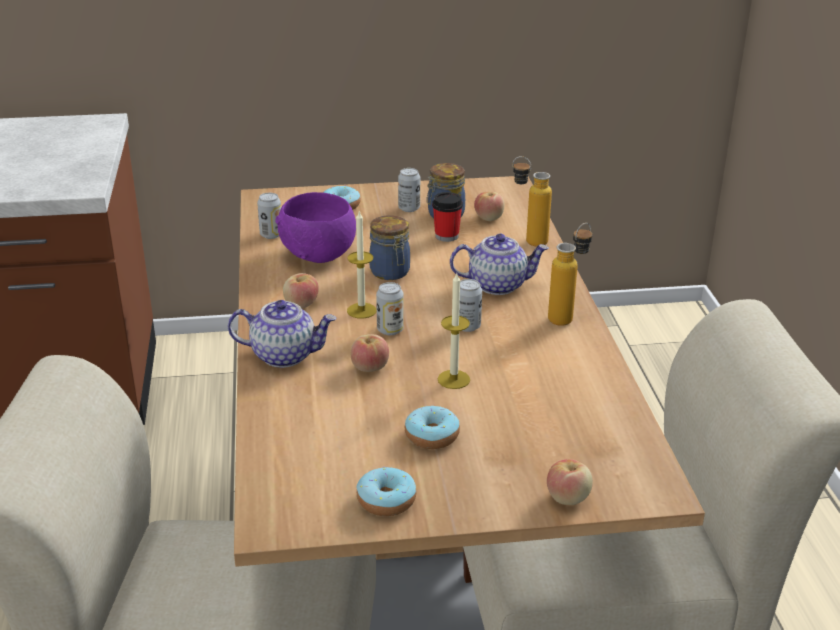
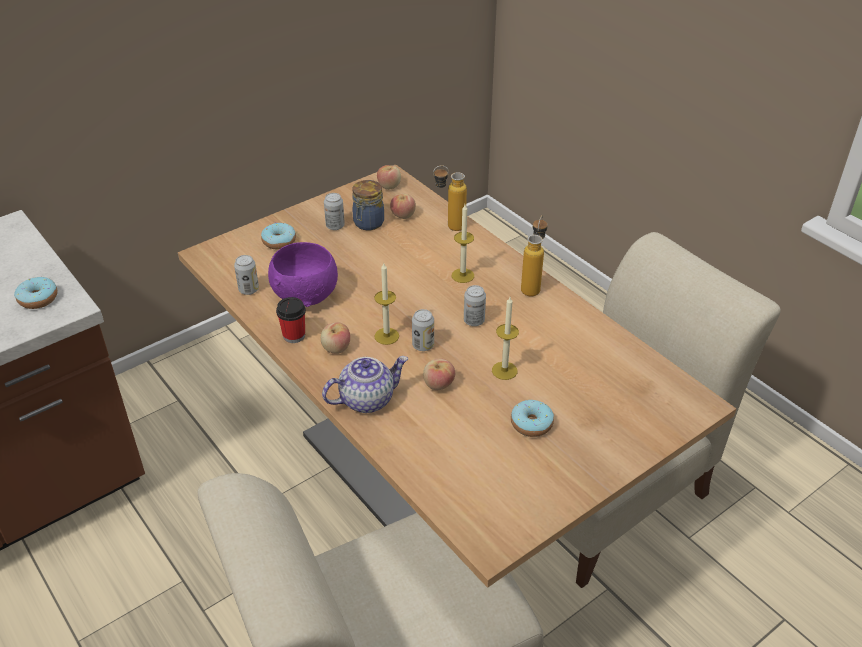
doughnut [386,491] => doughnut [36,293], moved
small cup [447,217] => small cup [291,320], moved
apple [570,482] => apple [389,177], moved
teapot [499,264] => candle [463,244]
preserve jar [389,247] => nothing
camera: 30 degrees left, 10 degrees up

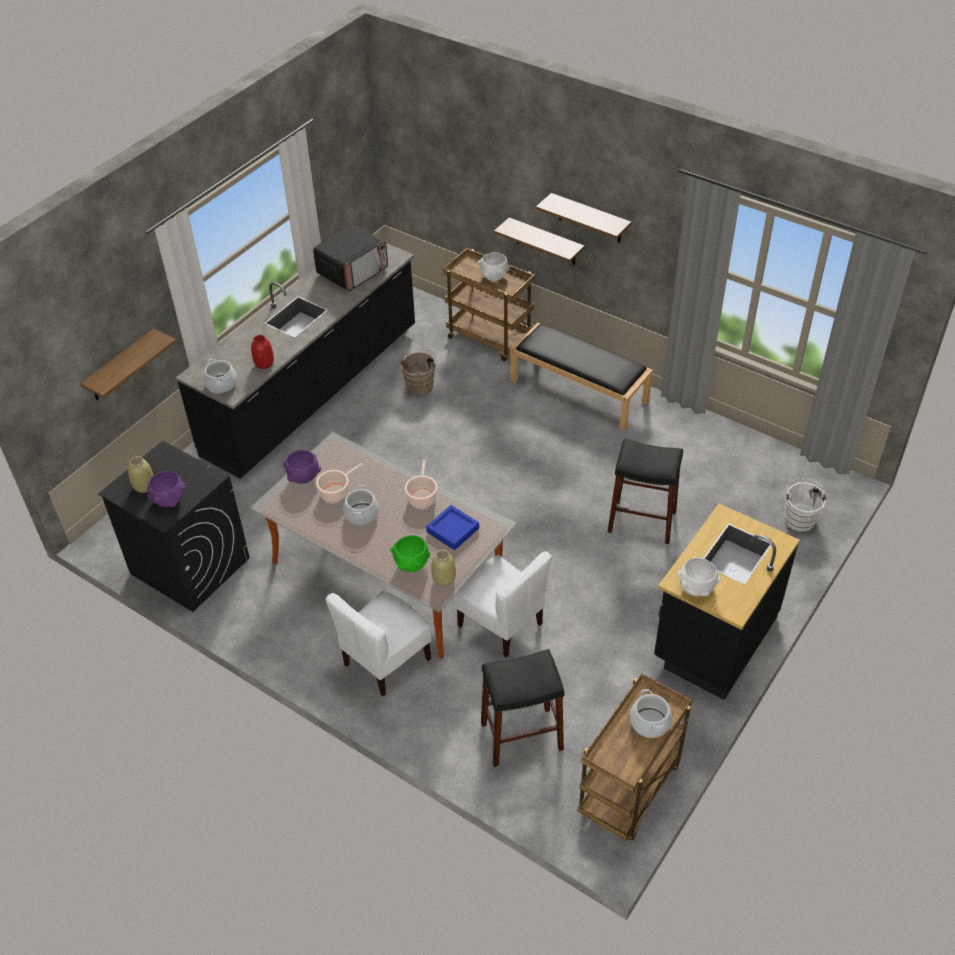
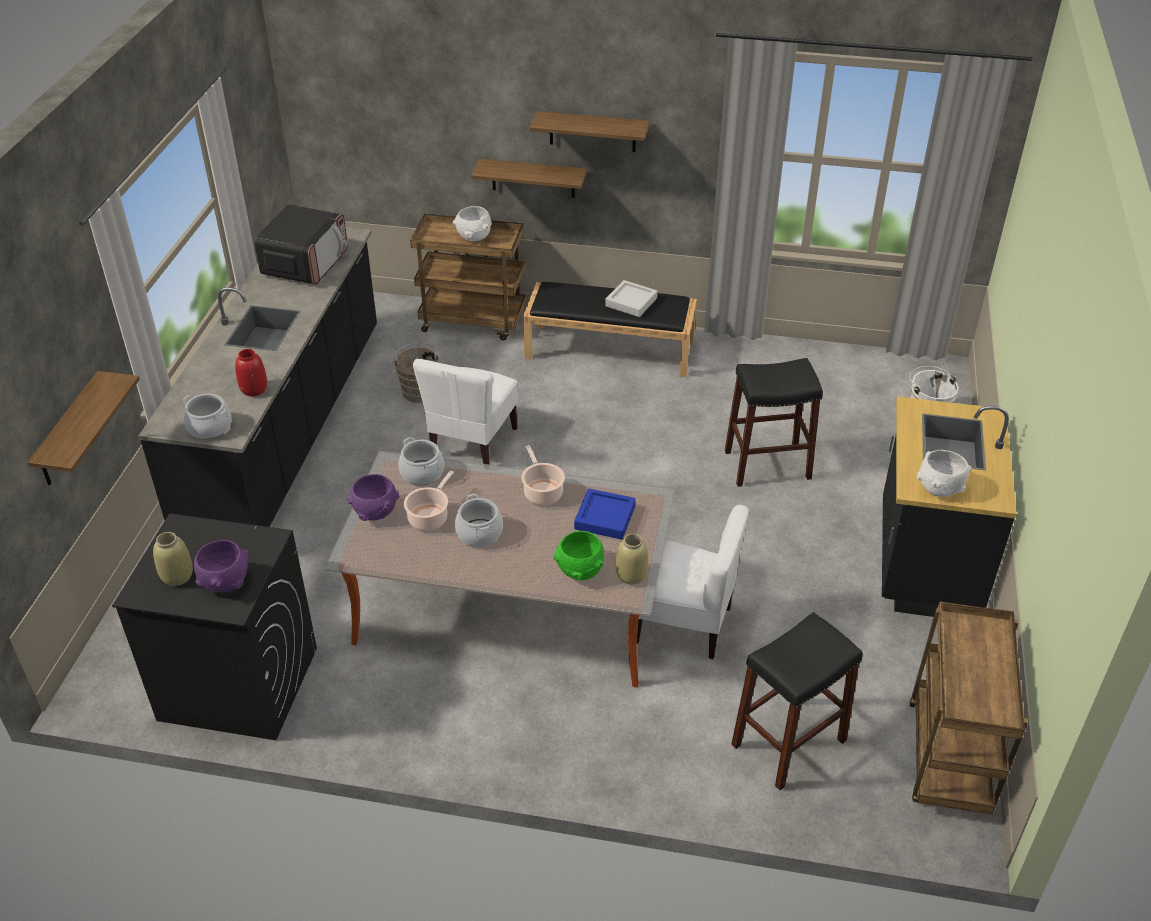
cooking pot [651,713] => cooking pot [421,461], moved
white chair [378,643] => white chair [465,411], moved
nothing => grey serving tray [631,298]
camera: 25 degrees left, 5 degrees down

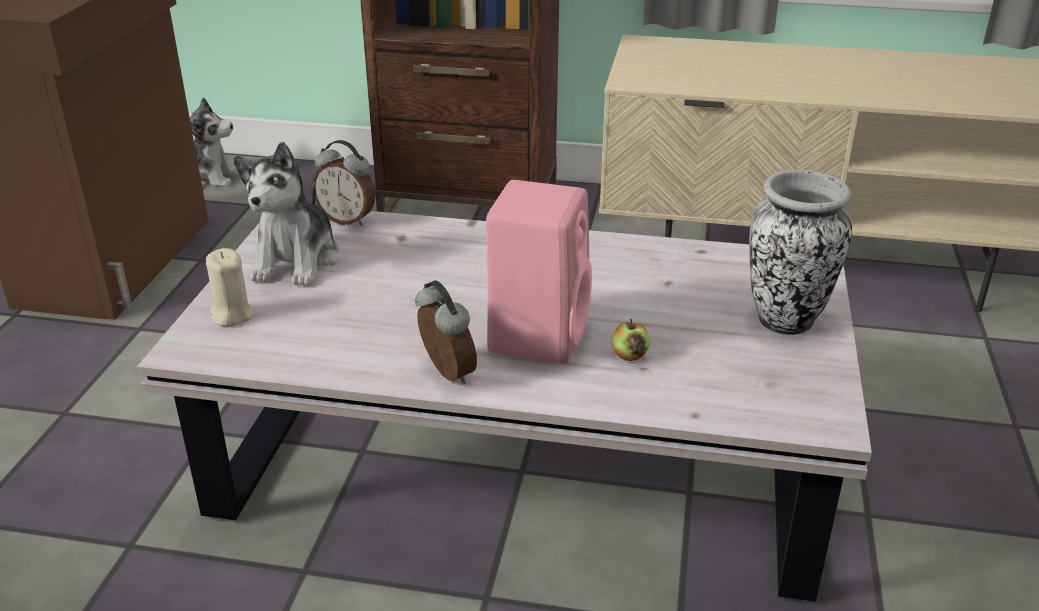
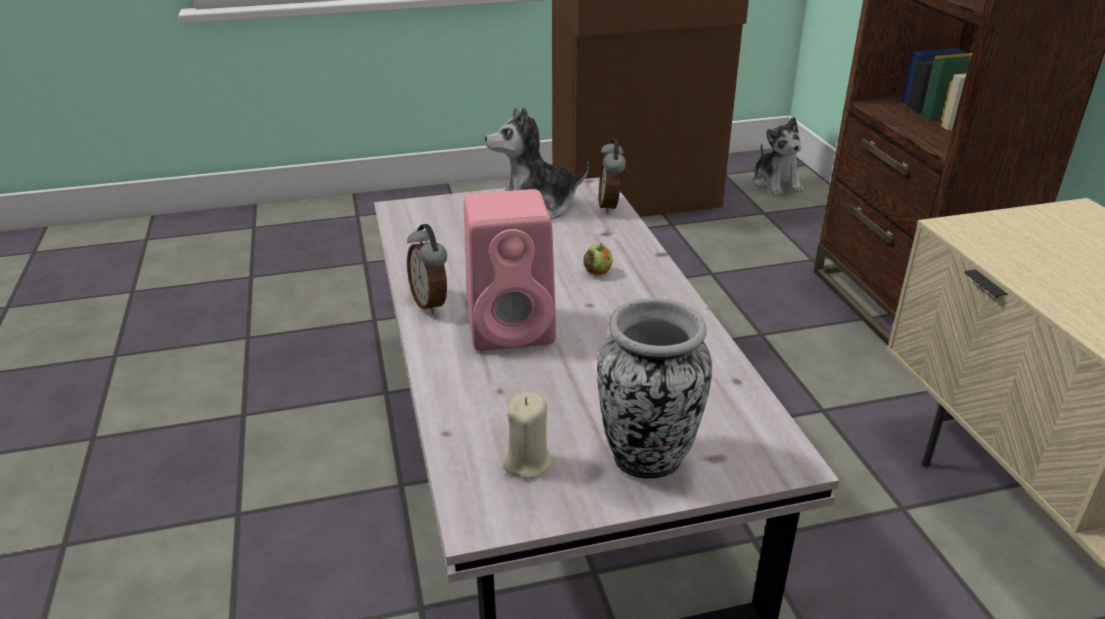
table clock [446,332] => table clock [427,269], 120 degrees clockwise
beige-coloured candle [229,287] => beige-coloured candle [527,435], moved
apple [630,340] => apple [598,259], moved
camera: 65 degrees right, 0 degrees up

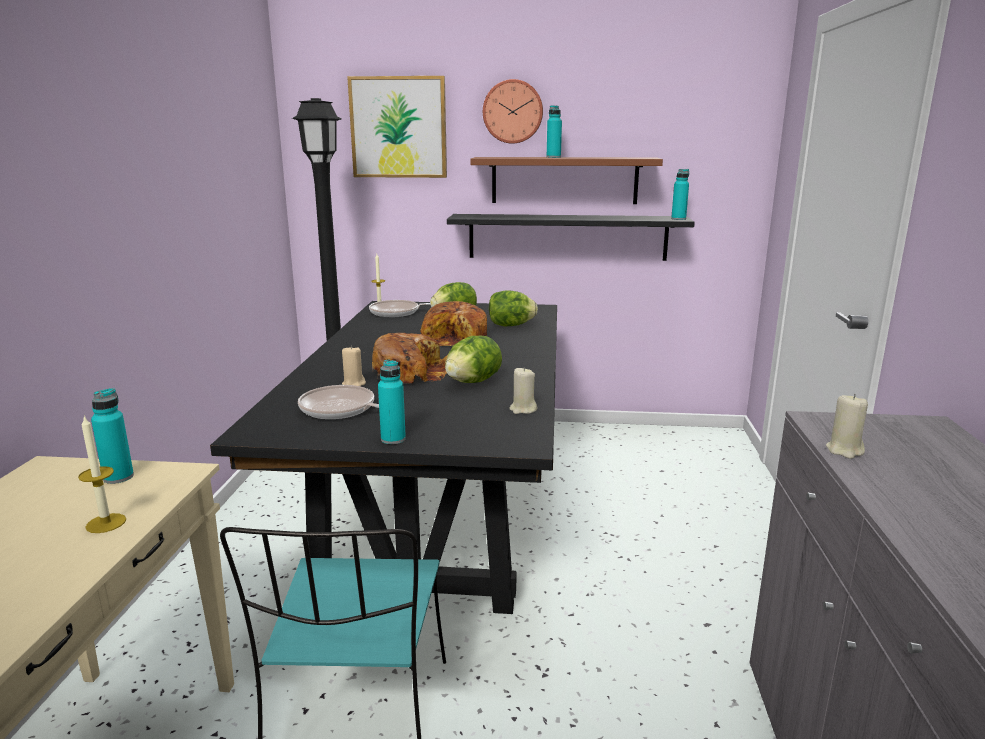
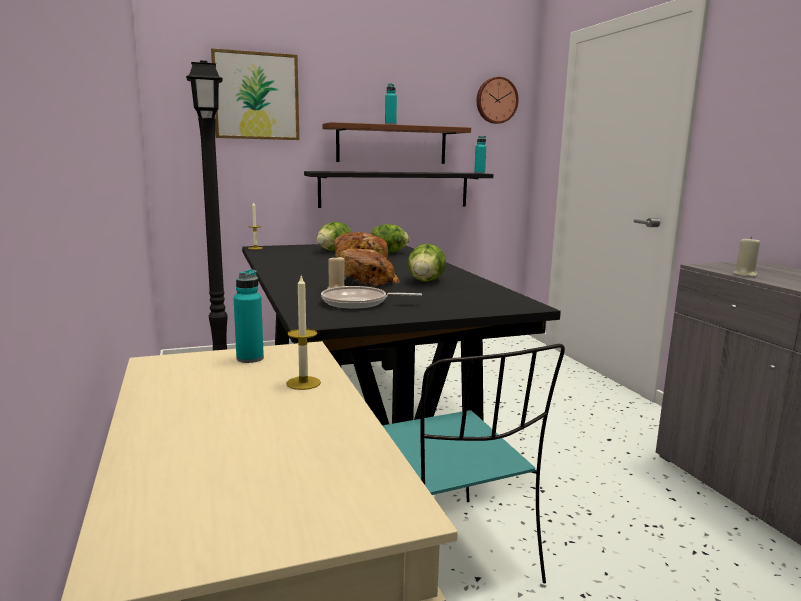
hanging clock [513,111] => hanging clock [497,100], moved
skillet [399,308] => nothing
blue-green beverage bottle [392,401] => nothing
beige-coloured candle [523,390] => nothing
camera: 25 degrees left, 5 degrees down

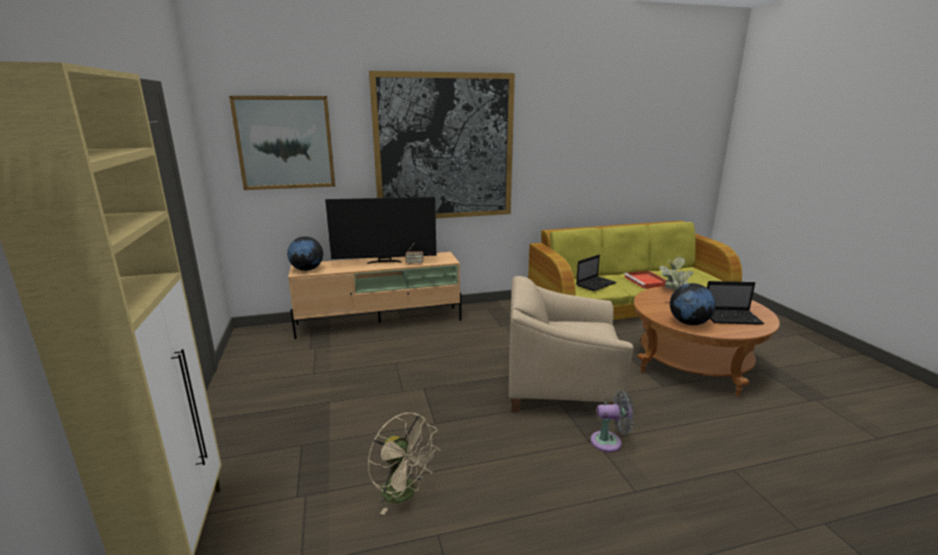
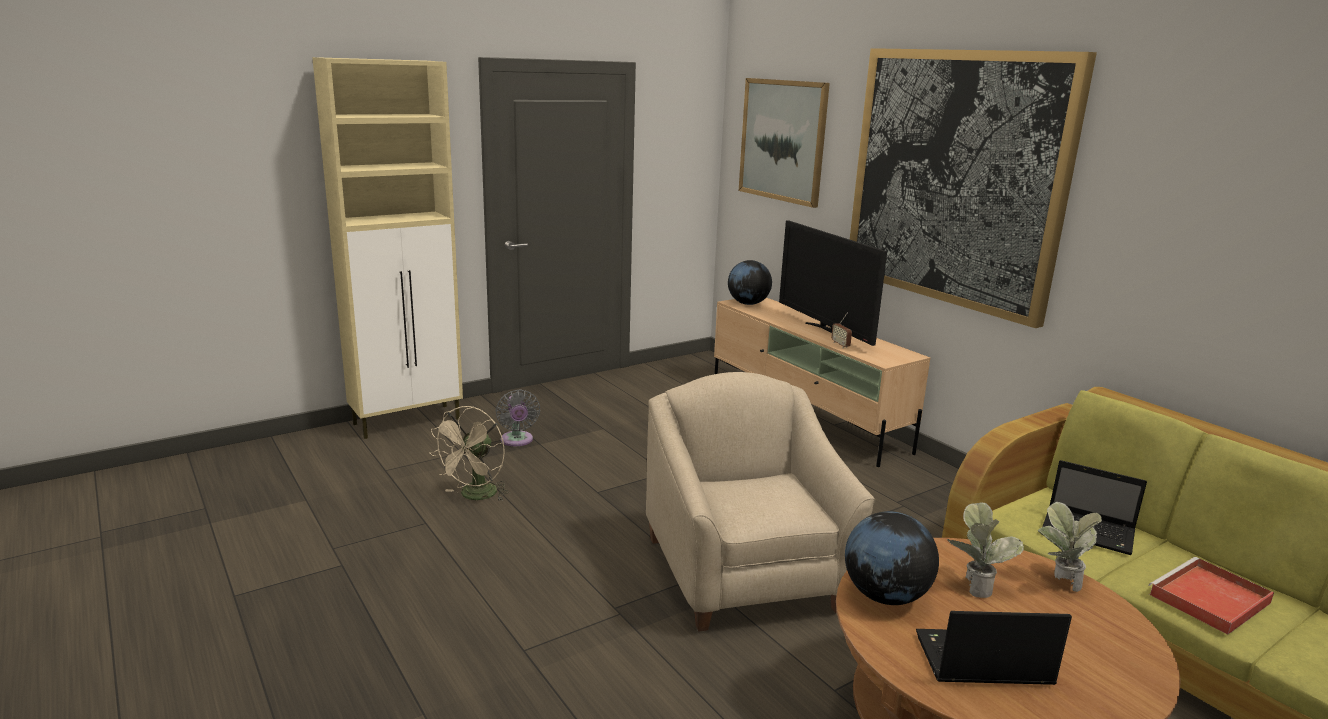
grey electric fan [612,421] => grey electric fan [518,418], moved
notebook computer [735,303] => notebook computer [994,648], 105 degrees clockwise
camera: 70 degrees right, 0 degrees up

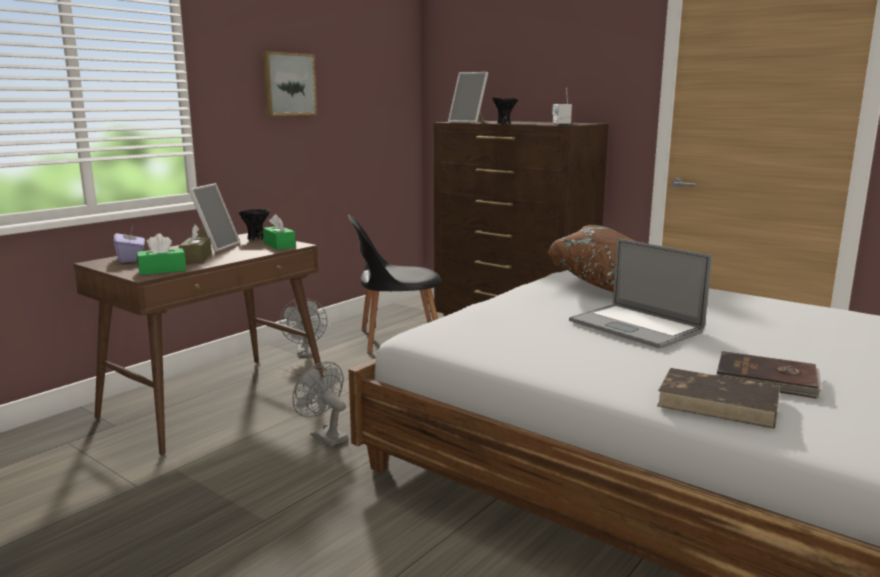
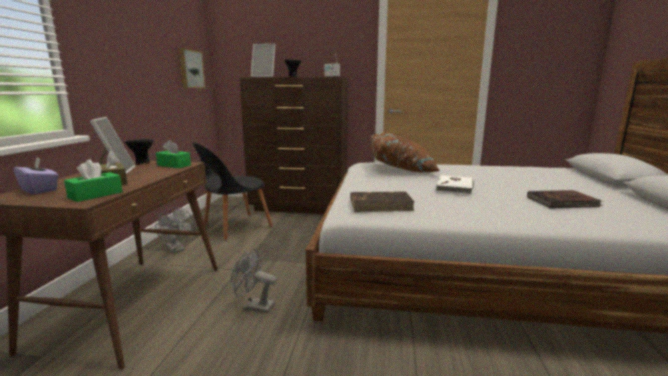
wall picture [289,83] => wall picture [192,68], moved
brownish book [718,398] => brownish book [382,201], moved
notebook computer [640,293] => white book [455,184]
camera: 30 degrees left, 0 degrees up

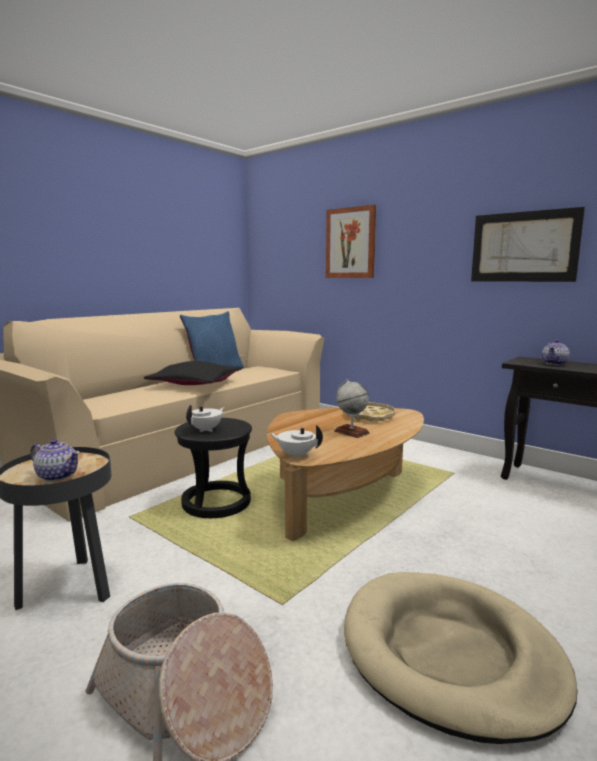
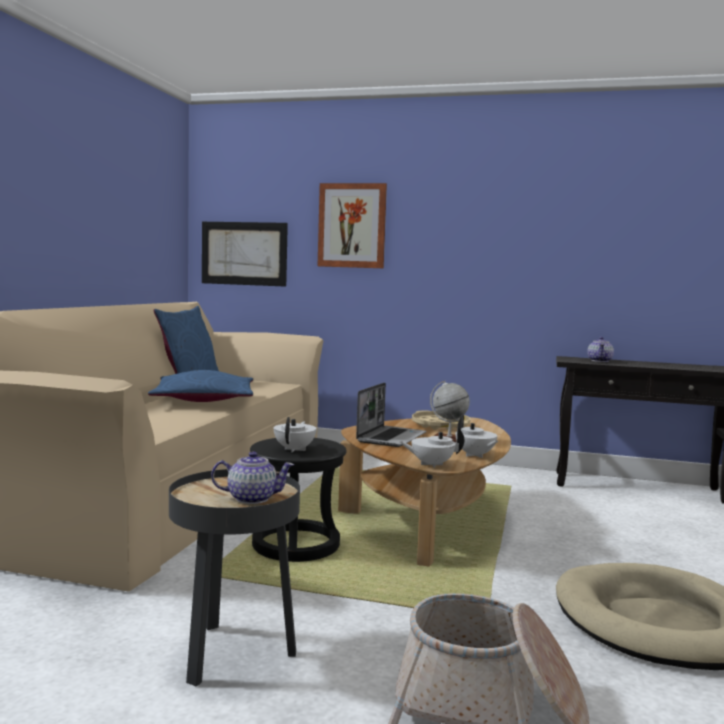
black pillow [193,373] => blue-coloured pillow [200,386]
wall picture [528,244] => wall picture [245,254], moved
nothing => notebook computer [391,414]
nothing => white teapot [476,436]
camera: 25 degrees left, 5 degrees down

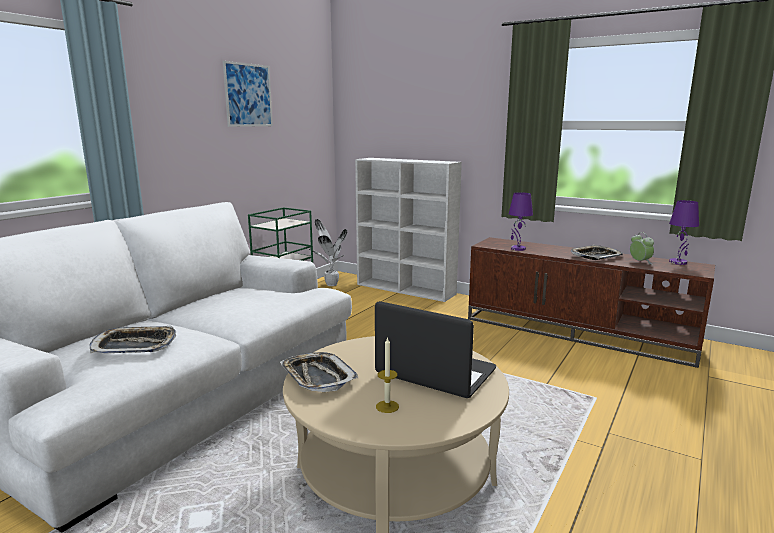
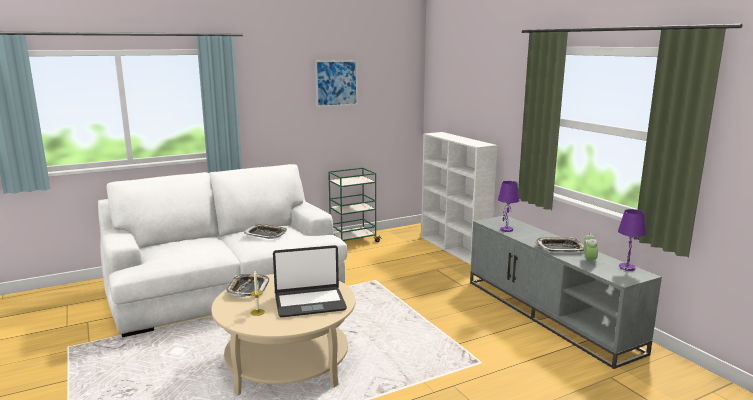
serving tray [133,339] => serving tray [265,231], moved
notebook computer [435,349] => notebook computer [310,281], 105 degrees clockwise
brownish media console [591,302] => grey media console [566,292]
plant in a pot [328,252] => nothing
camera: 30 degrees right, 0 degrees up

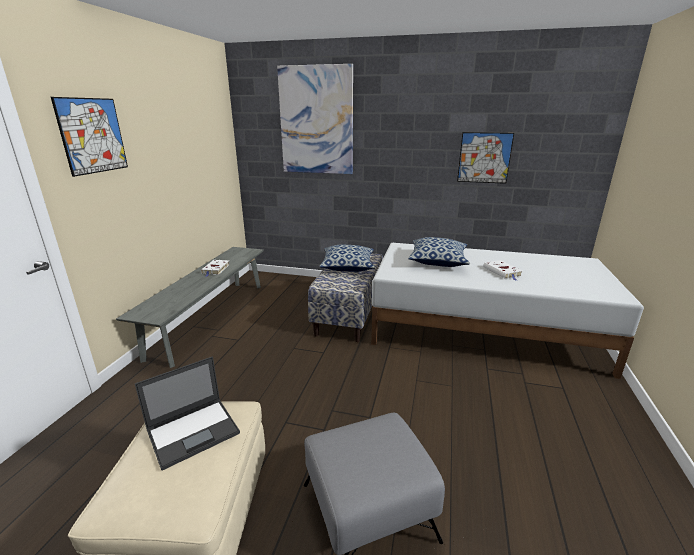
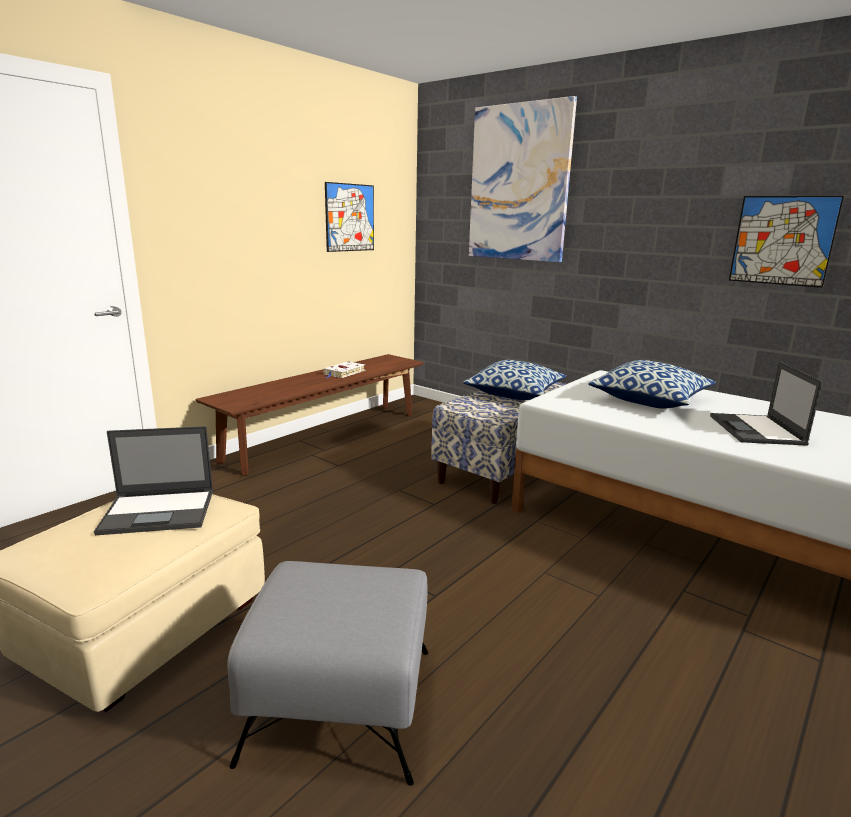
grey long seat [190,307] => brownish long seat [309,415]
wall picture [89,137] => wall picture [349,217], moved
white book [502,270] => notebook computer [766,403]
camera: 25 degrees right, 5 degrees down

